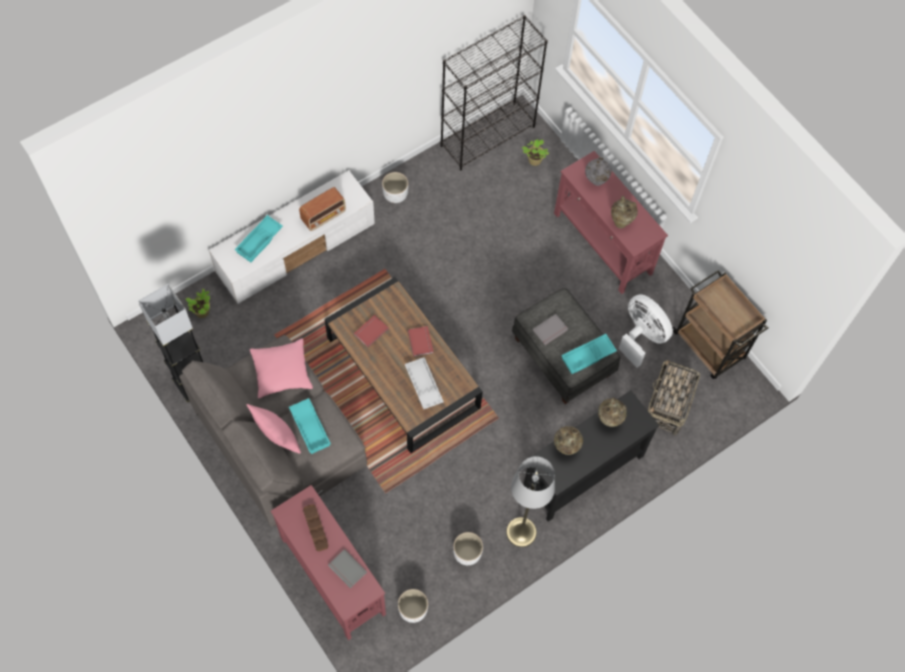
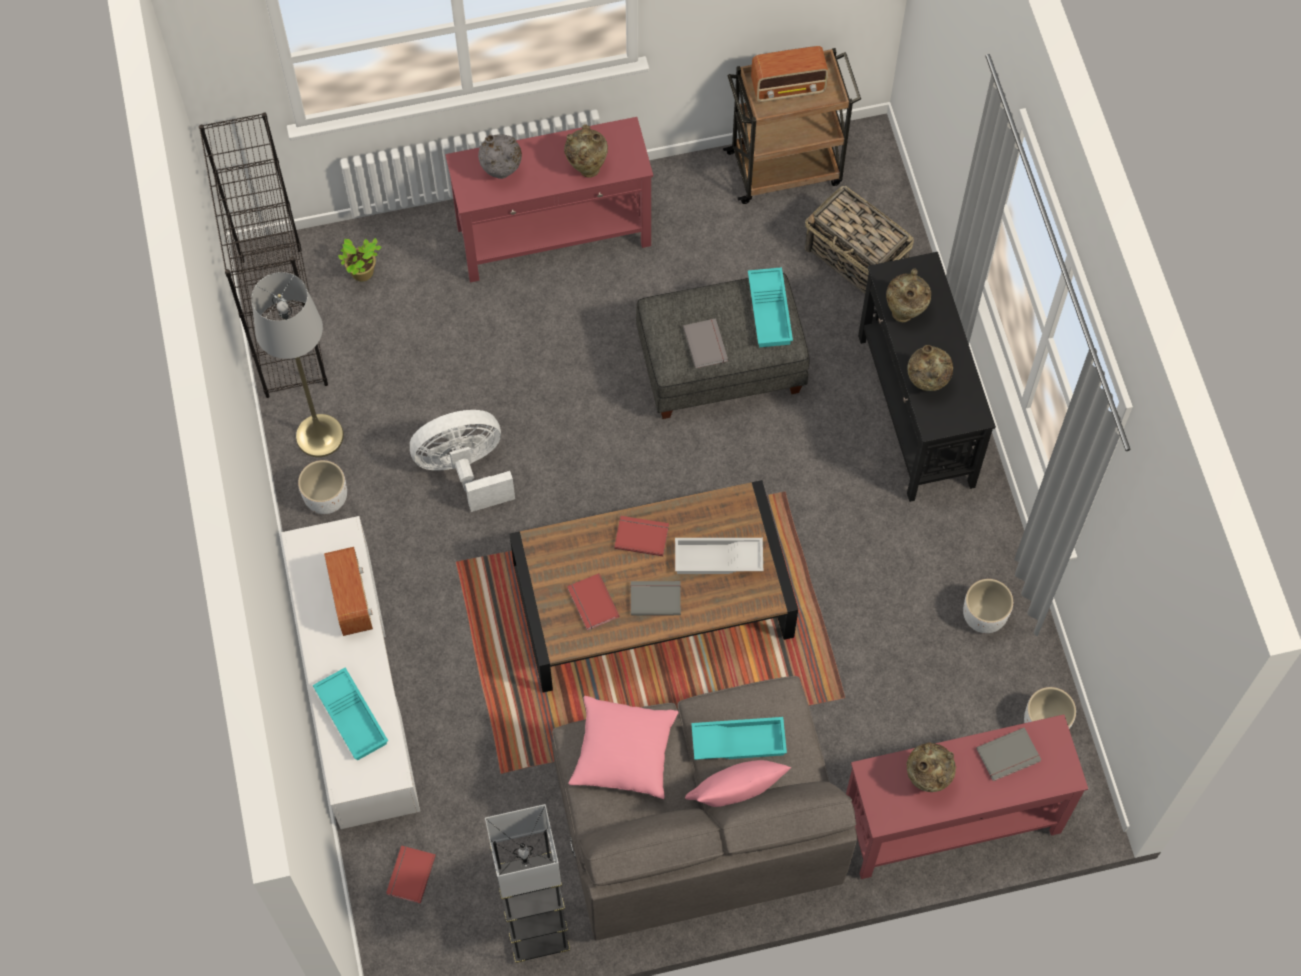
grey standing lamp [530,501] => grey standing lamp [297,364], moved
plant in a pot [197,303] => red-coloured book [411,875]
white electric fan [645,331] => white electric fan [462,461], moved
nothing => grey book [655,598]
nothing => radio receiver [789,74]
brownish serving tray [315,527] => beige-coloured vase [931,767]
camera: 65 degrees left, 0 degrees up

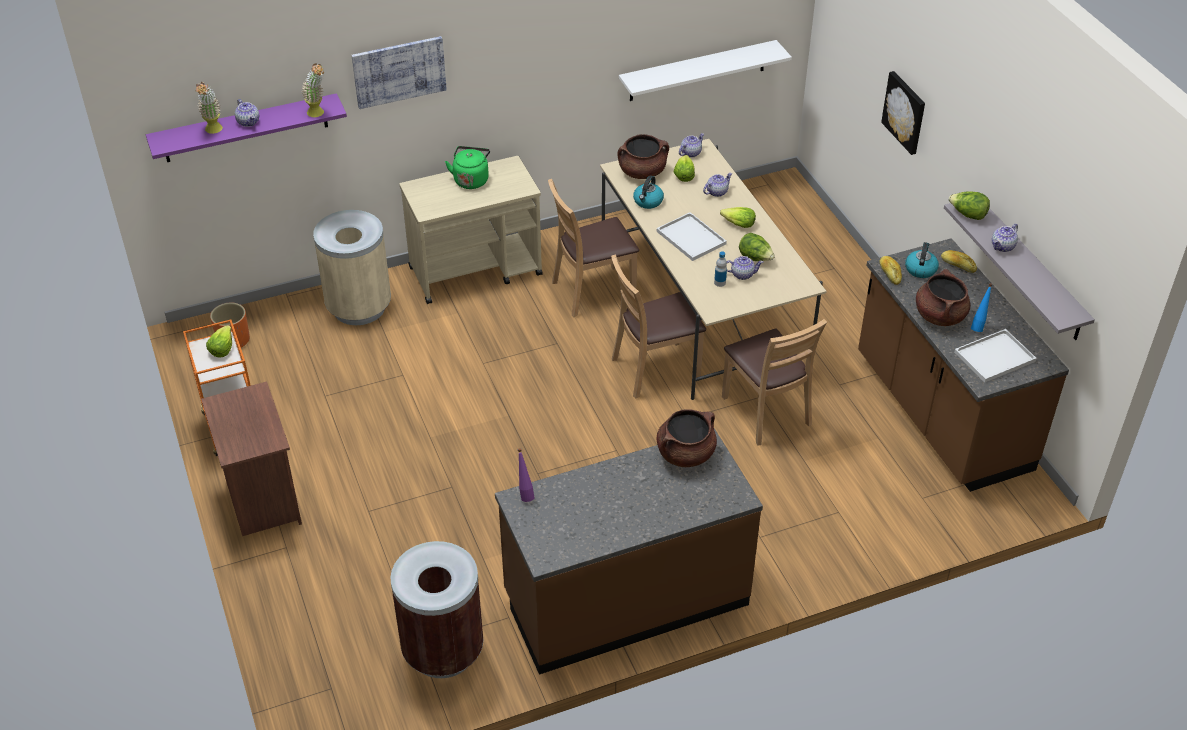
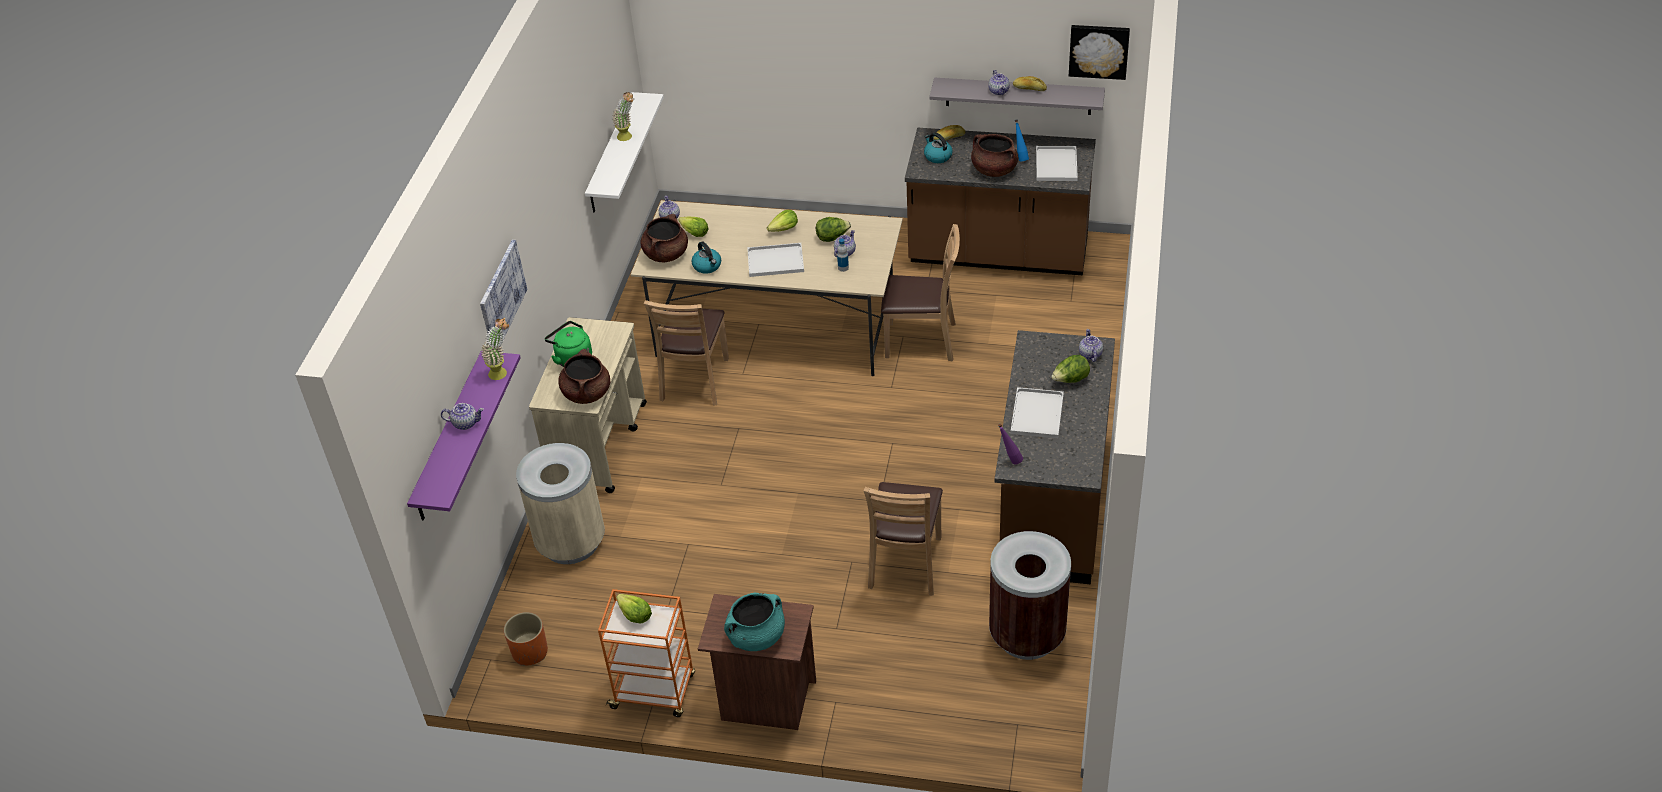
brownish cooking pot [687,438] => brownish cooking pot [584,376], moved
plant in a pot [209,108] => plant in a pot [623,116], moved
nothing => blue-green cooking pot [754,622]
brownish chair [658,326] => brownish chair [903,539], moved
nothing => white serving tray [1037,412]
baked bread [891,270] => baked bread [1030,83], moved
lettuce [969,205] => lettuce [1070,369], moved
wall picture [903,113] => wall picture [1099,52], moved
teapot [717,185] => teapot [1091,345], moved
camera: 55 degrees left, 0 degrees up

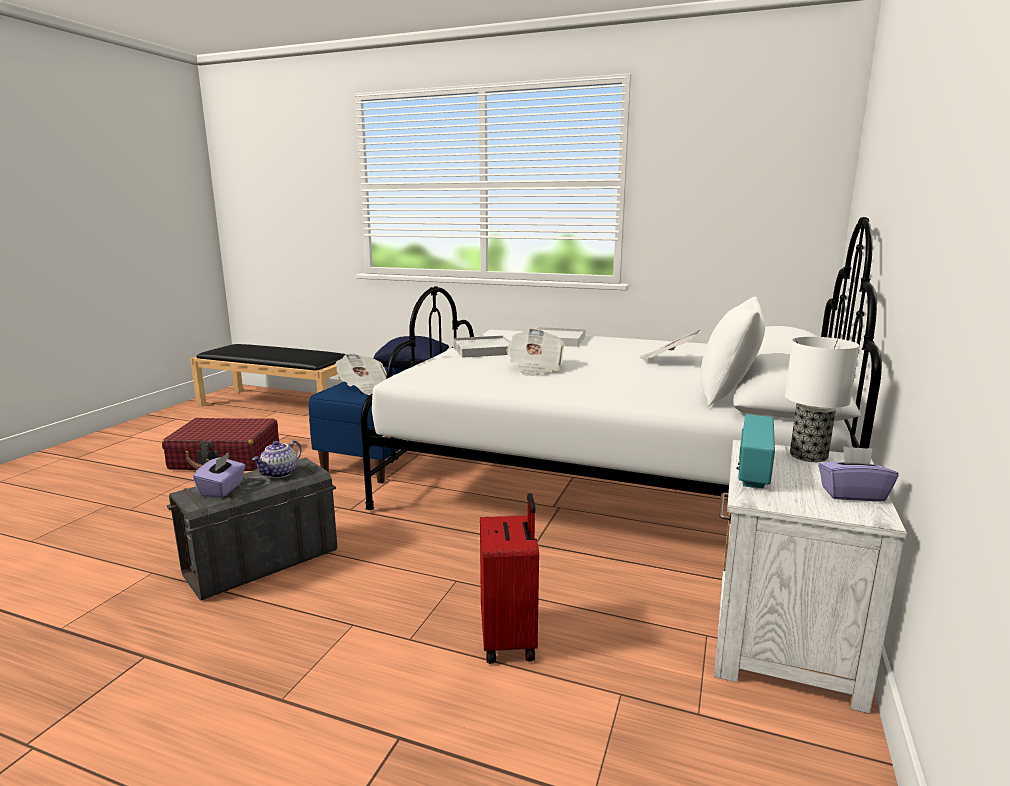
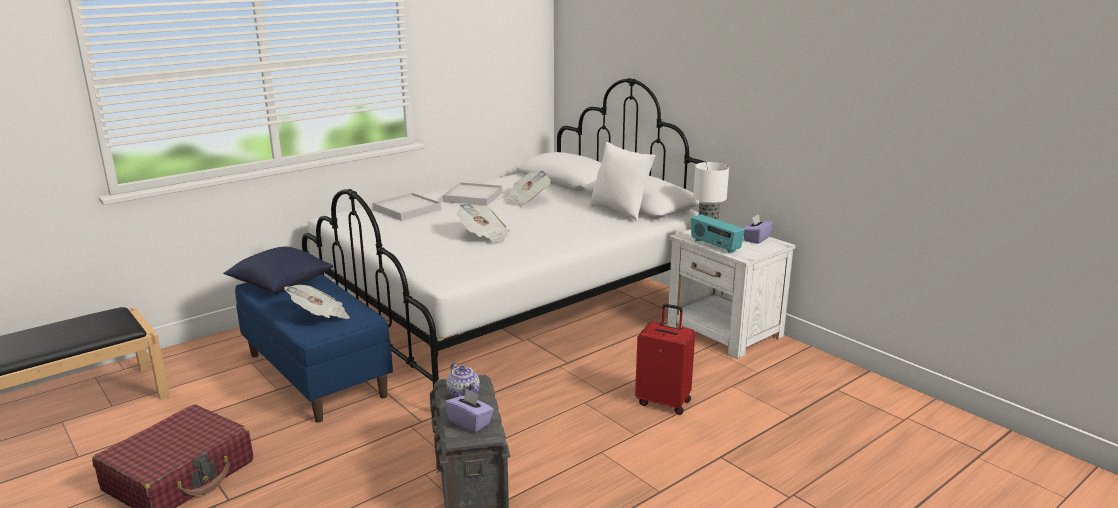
white serving tray [481,347] => white serving tray [472,194], moved
camera: 60 degrees left, 5 degrees up

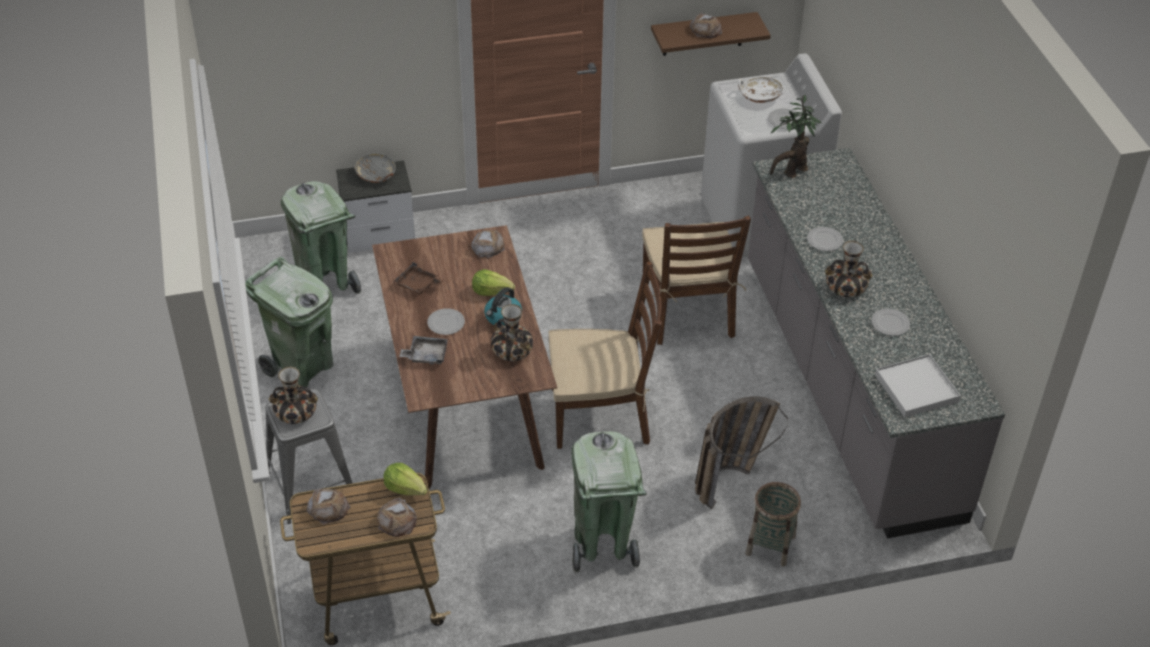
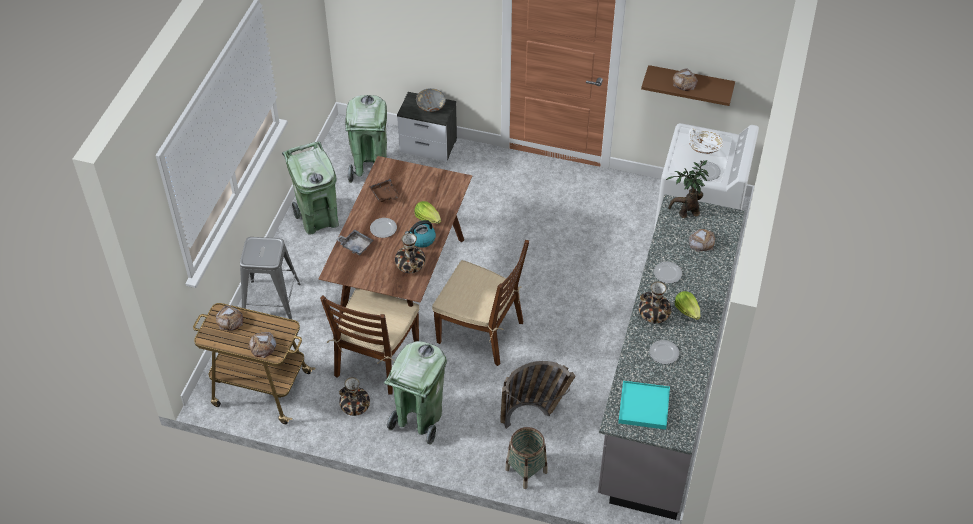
brownish chair [696,280] => brownish chair [370,341], moved
vase [293,395] => vase [354,396], moved
white serving tray [918,386] => blue-green serving tray [644,405]
lettuce [405,479] => lettuce [687,305], moved
baked bread [488,243] => baked bread [702,240], moved
camera: 30 degrees right, 5 degrees up

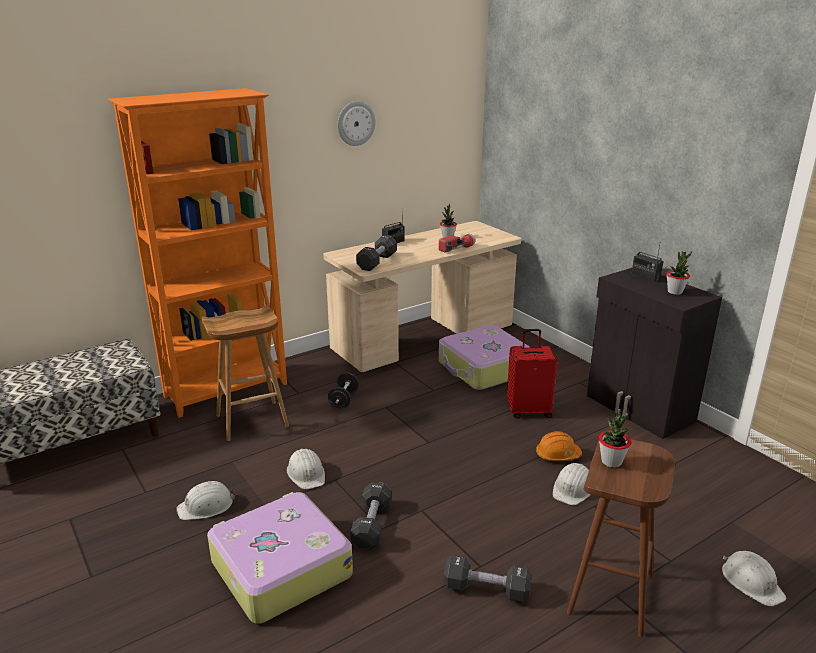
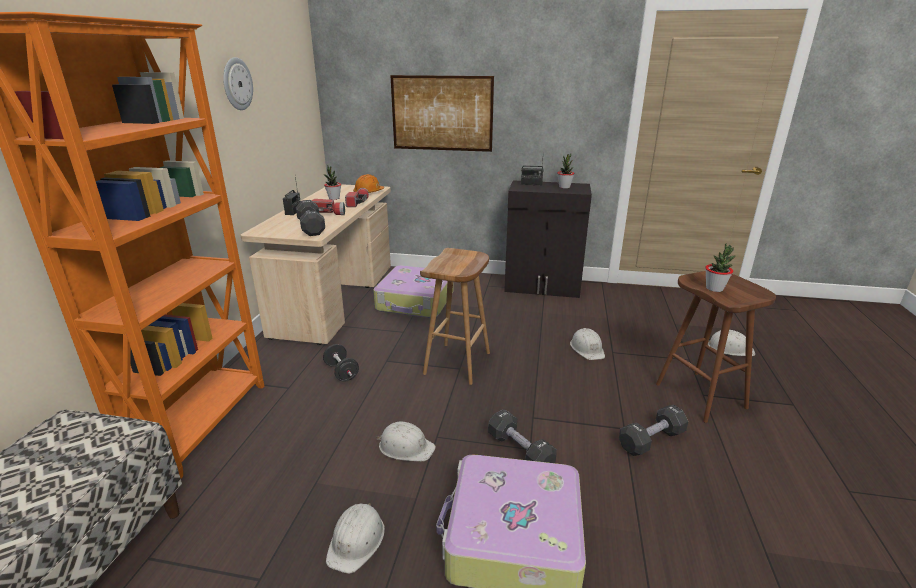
nothing => flashlight [328,207]
orange-coloured work helmet [559,446] => orange-coloured work helmet [368,183], moved
nothing => wall picture [442,113]
brownish stool [245,373] => brownish stool [455,316], moved
red-coloured piece of luggage [532,374] => nothing
camera: 45 degrees left, 0 degrees up

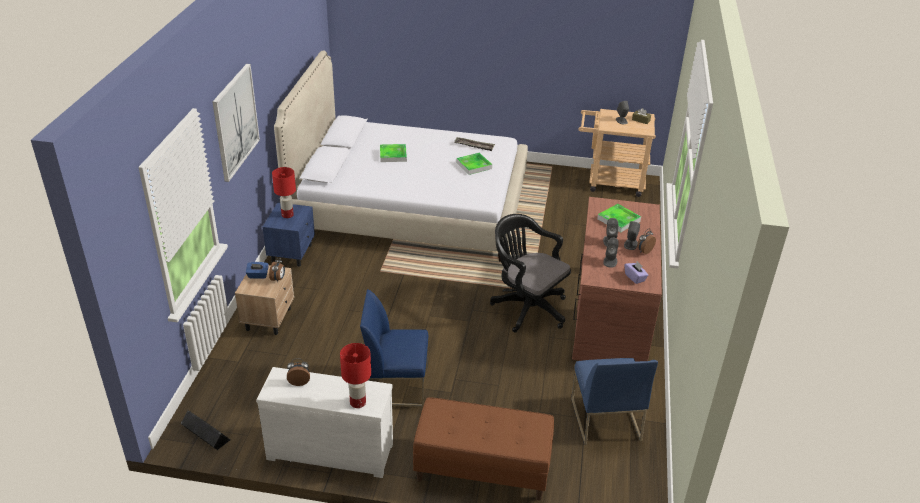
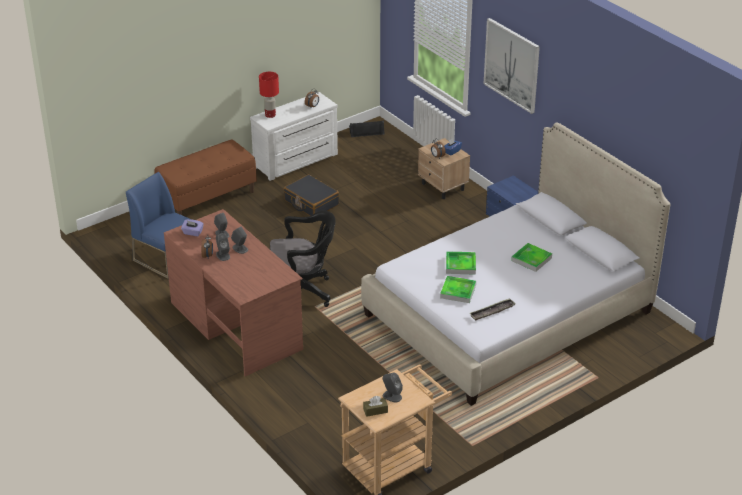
blue-coloured chair [394,348] => black piece of luggage [311,195]
serving tray [619,218] => serving tray [461,263], moved
red-coloured table lamp [284,192] => nothing
camera: 135 degrees right, 0 degrees up

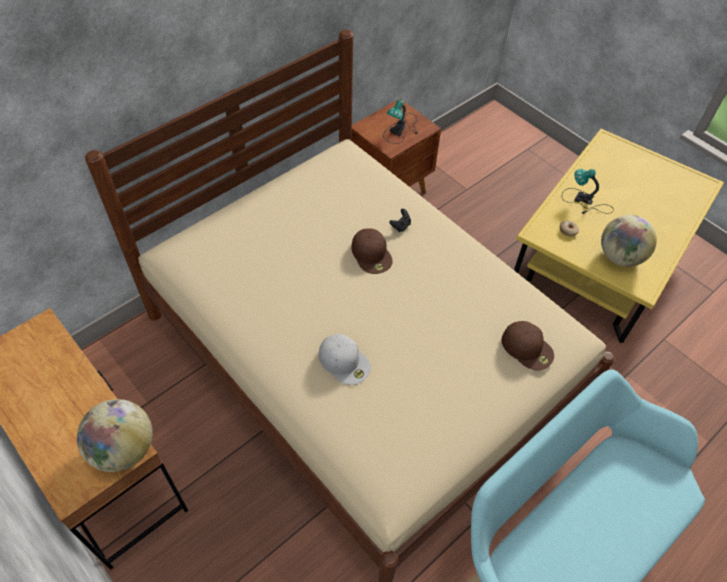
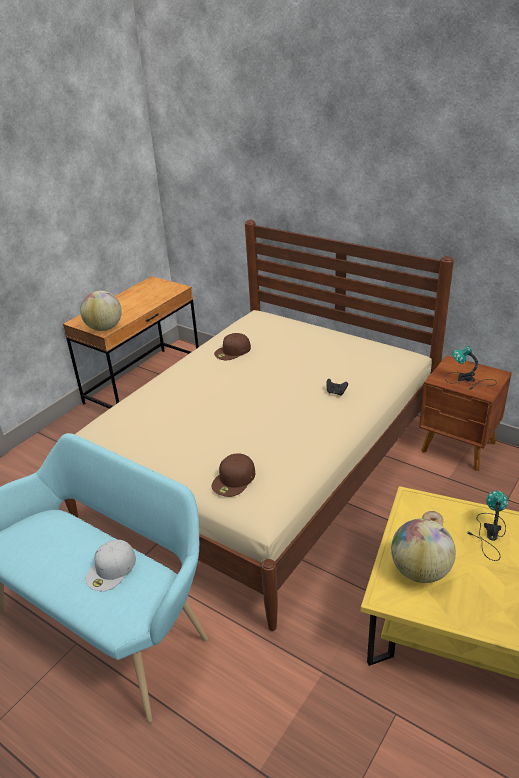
white cap [345,359] => white cap [110,565], moved
brownish cap [372,251] => brownish cap [232,346], moved
camera: 80 degrees right, 20 degrees down

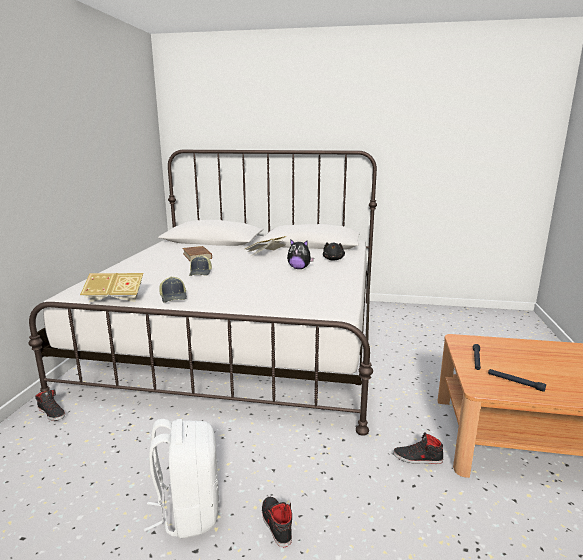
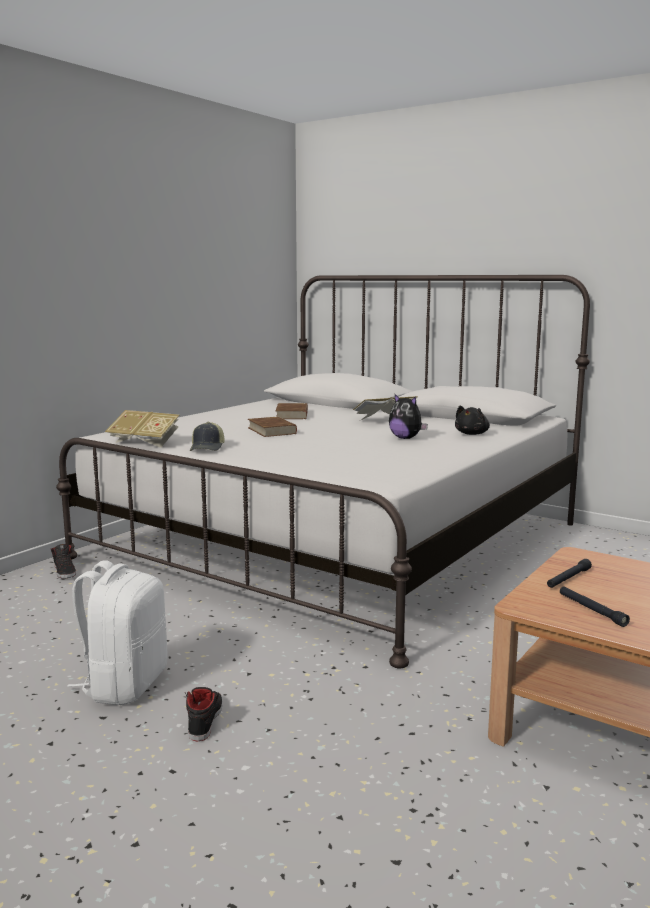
cap [200,265] => brownish book [272,426]
black low shoe [418,448] => nothing
camera: 25 degrees right, 5 degrees down

